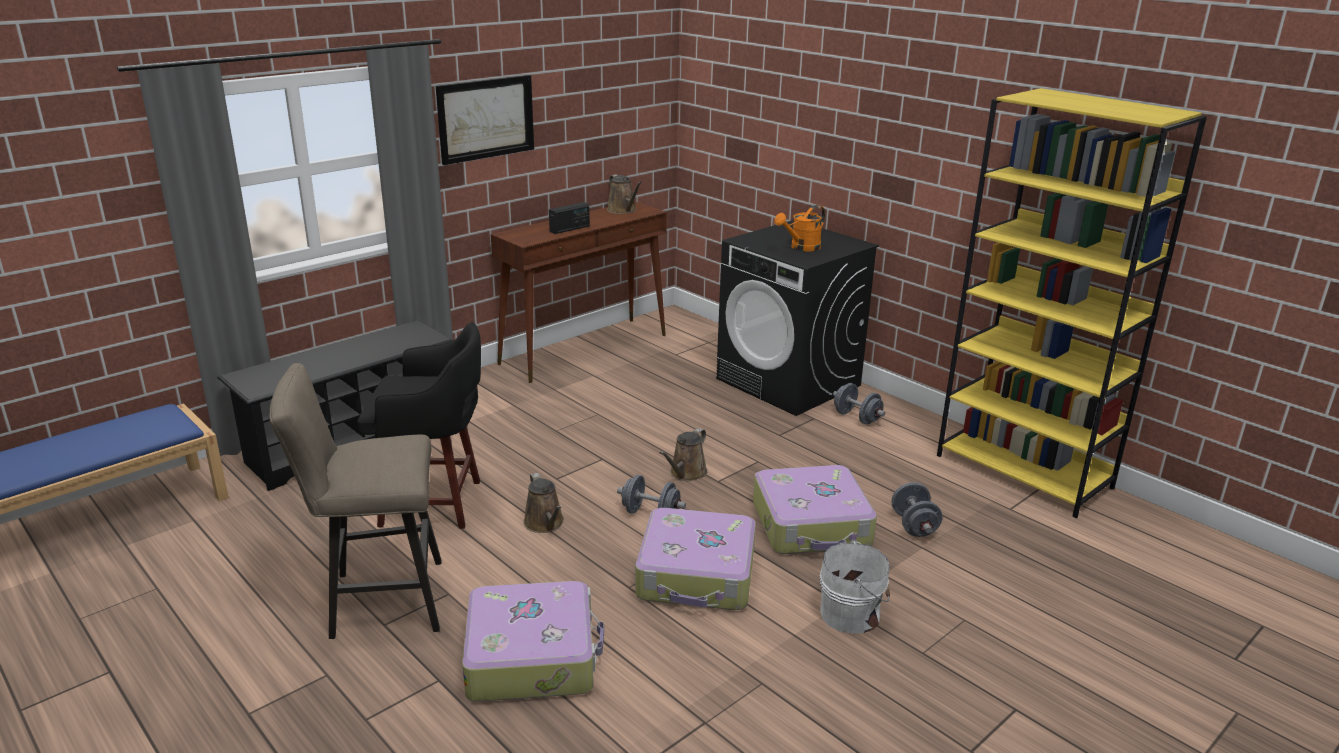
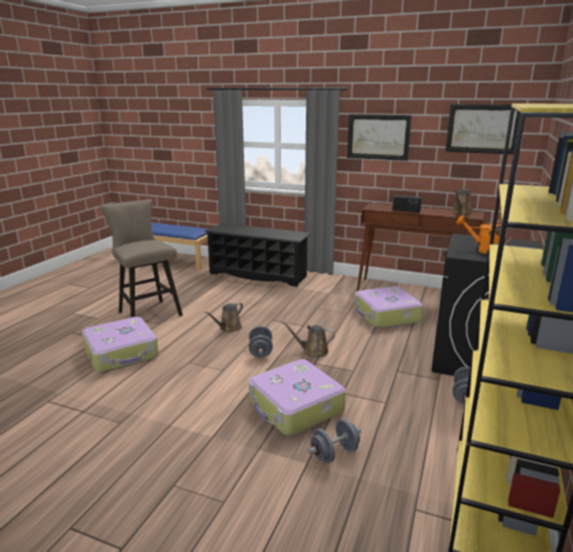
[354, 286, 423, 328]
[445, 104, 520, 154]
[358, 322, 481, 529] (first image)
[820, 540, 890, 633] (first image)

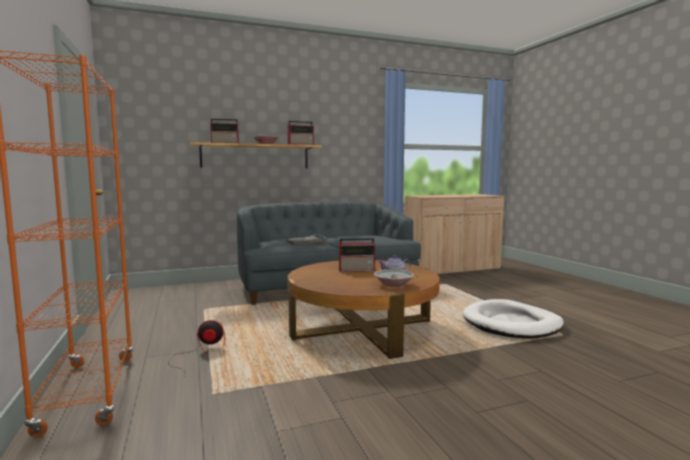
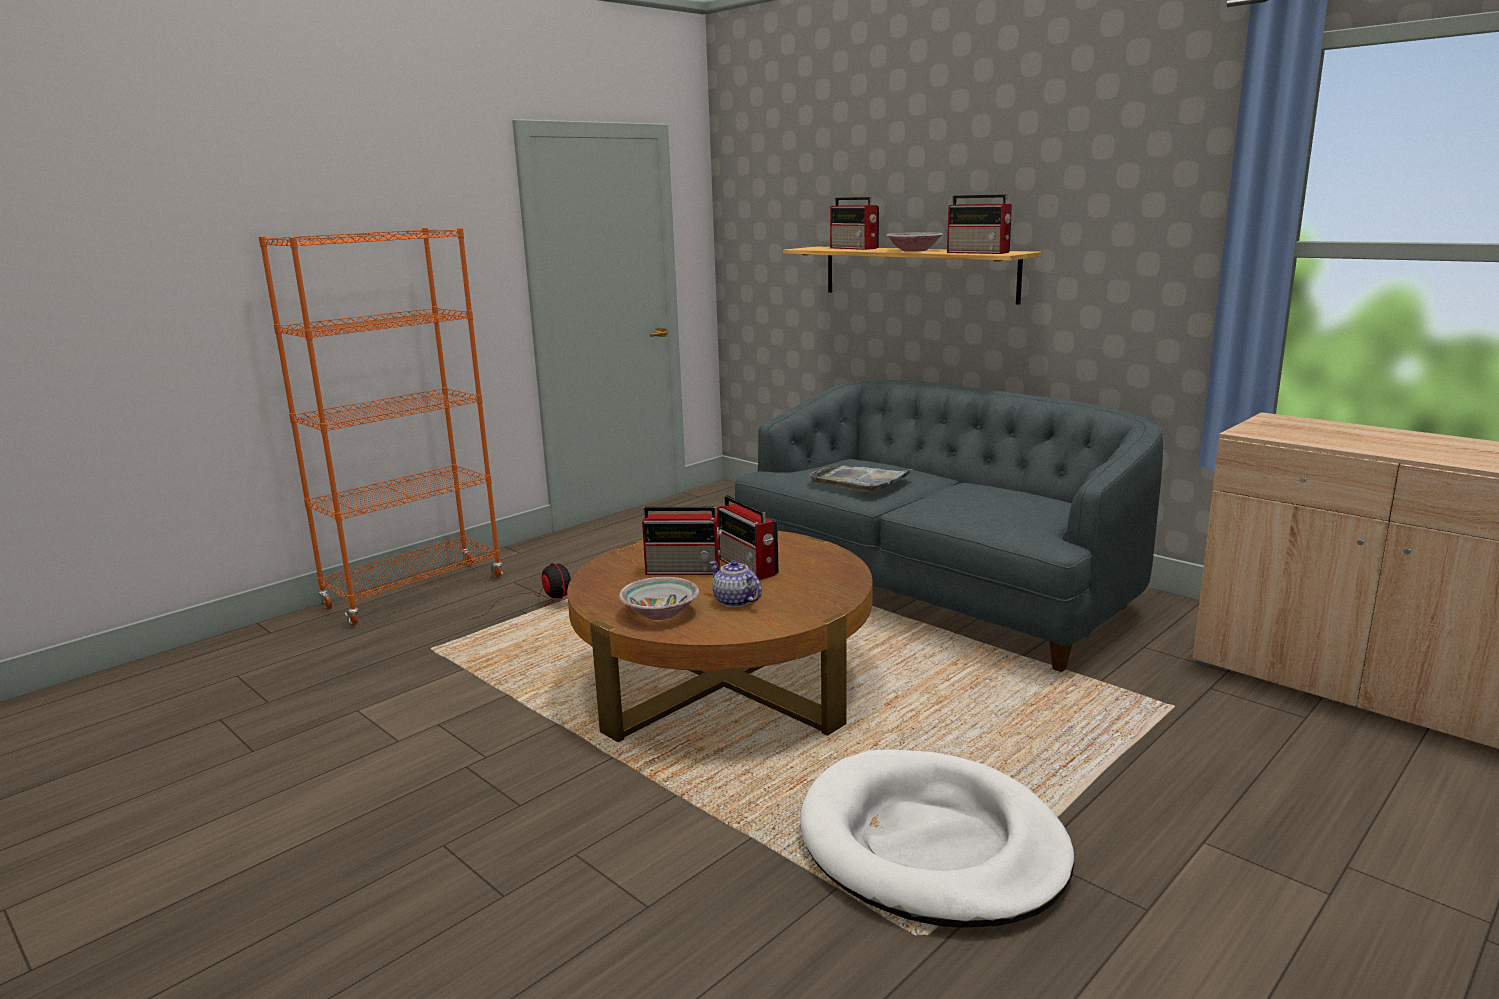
[642, 507, 722, 575]

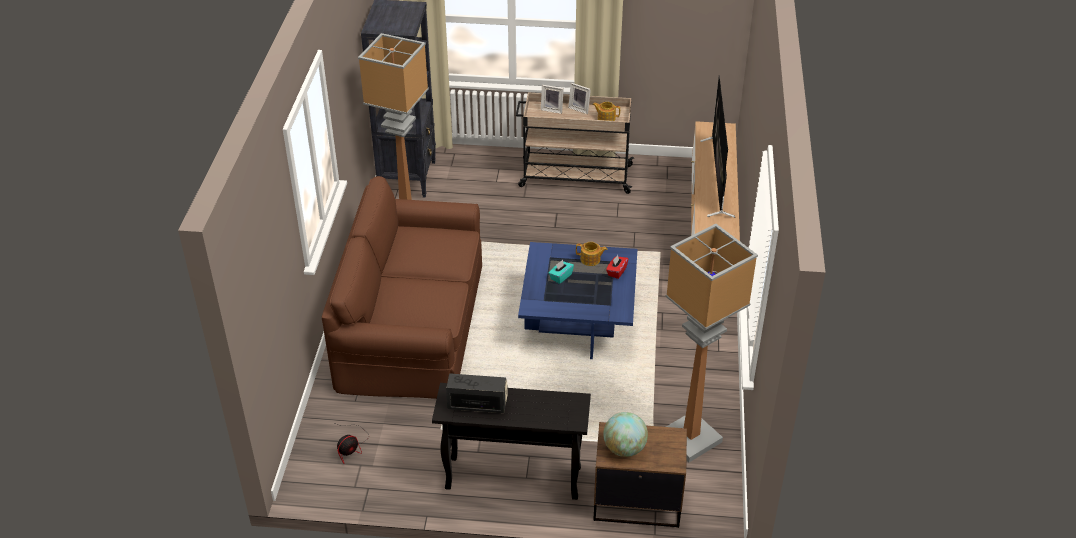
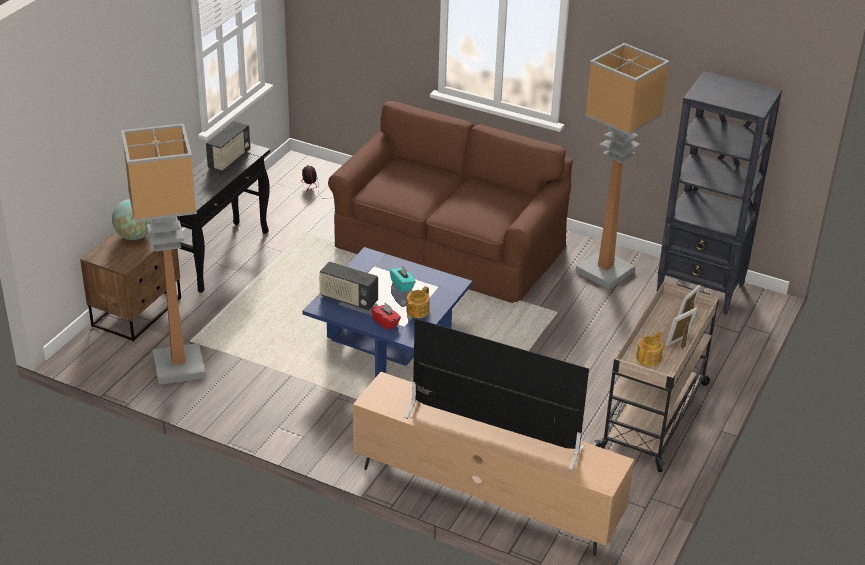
[319, 261, 378, 310]

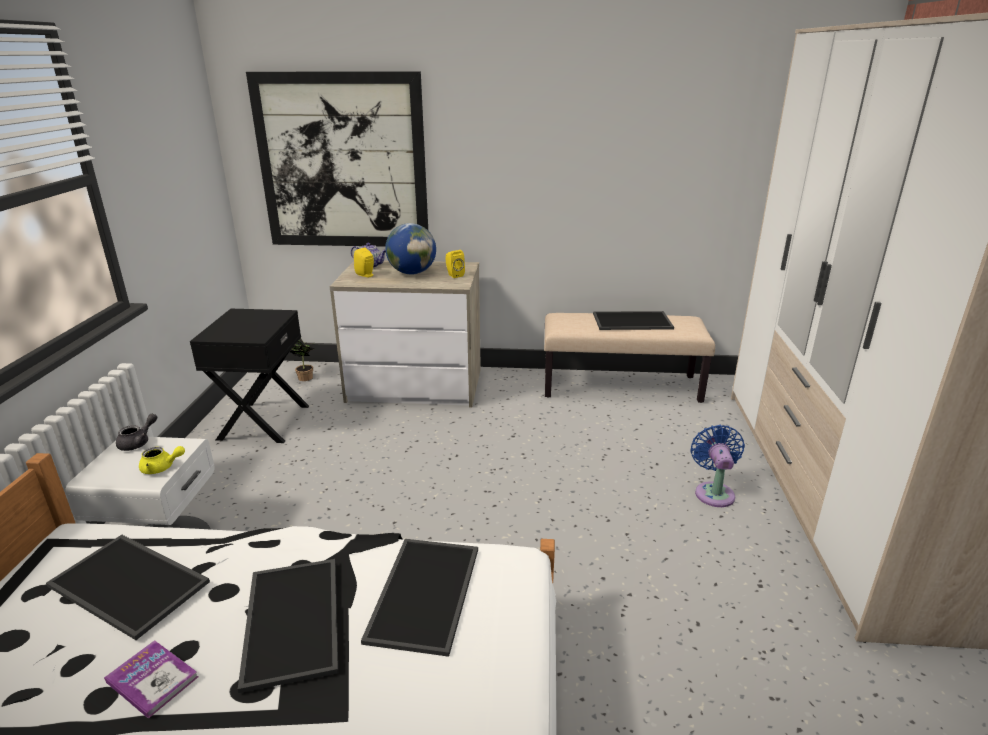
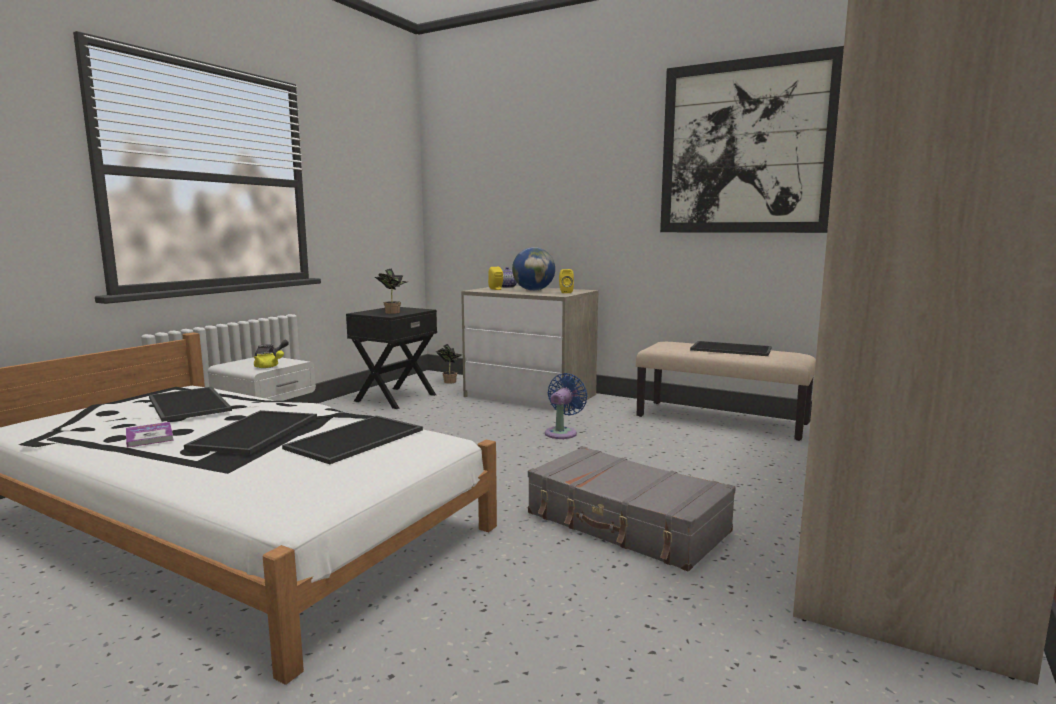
[375, 268, 408, 314]
[528, 446, 736, 571]
[545, 373, 587, 439]
[660, 46, 844, 233]

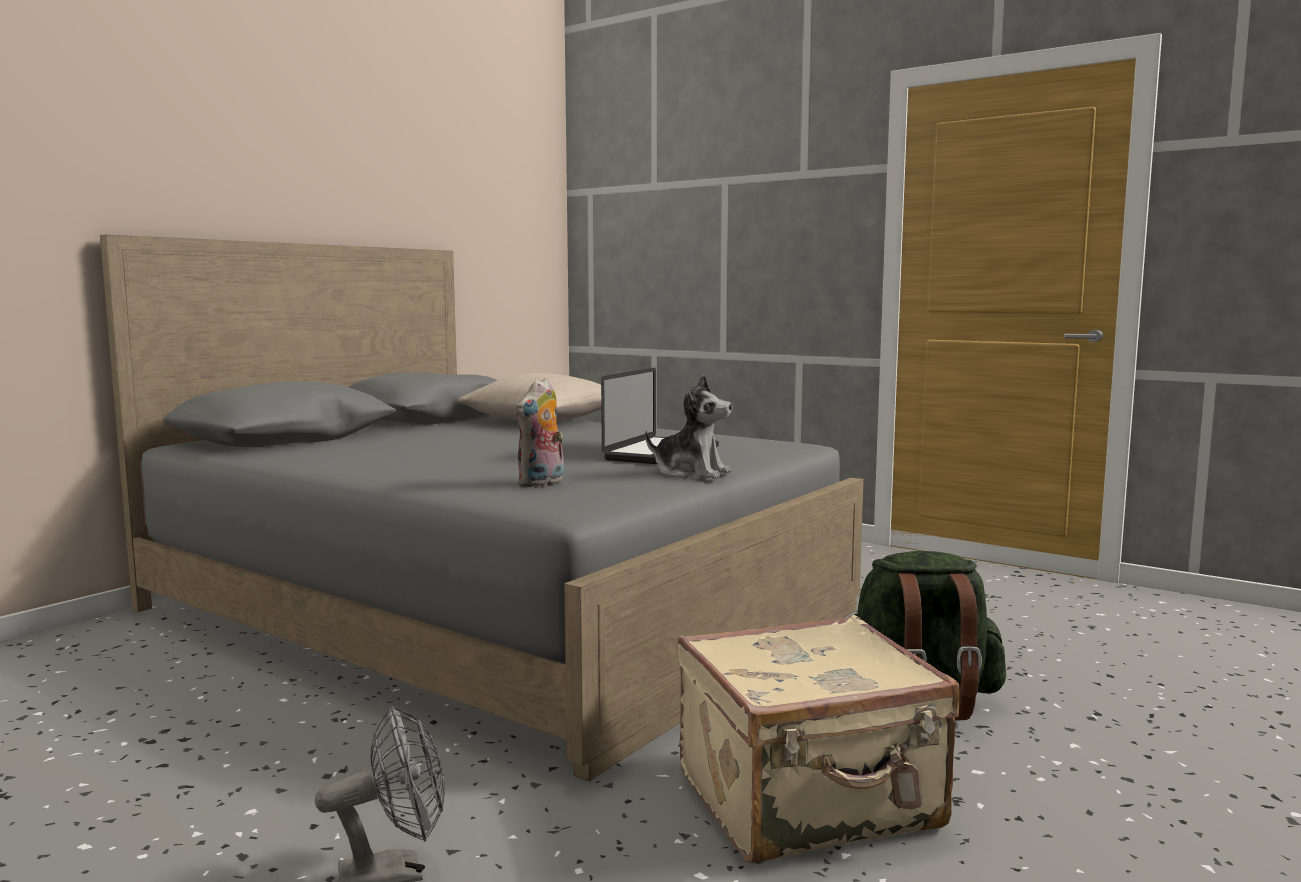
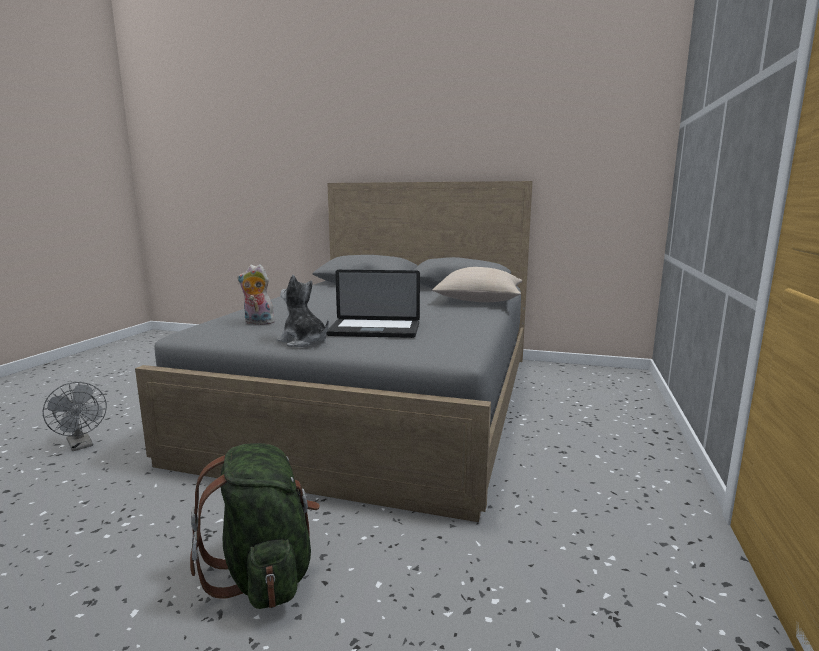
[277, 275, 329, 347]
[678, 615, 960, 863] (first image)

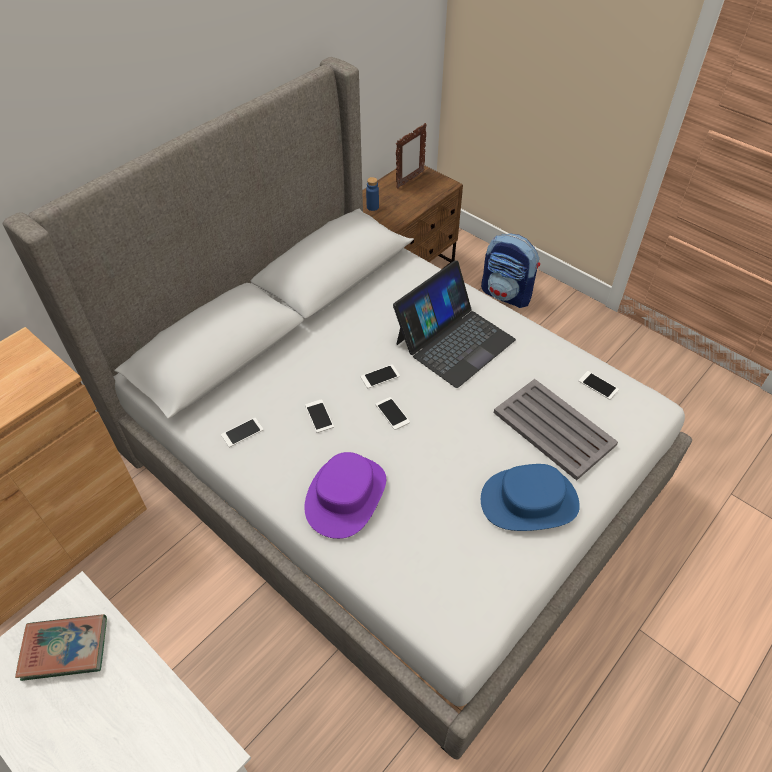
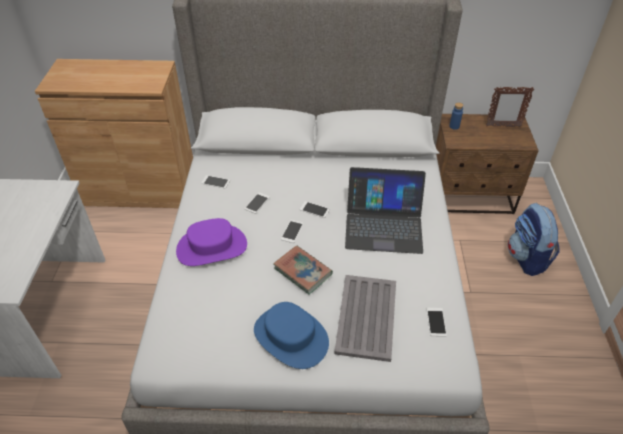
[273, 246, 333, 294]

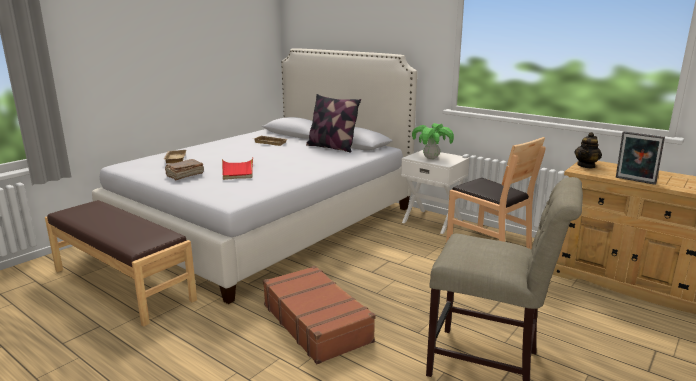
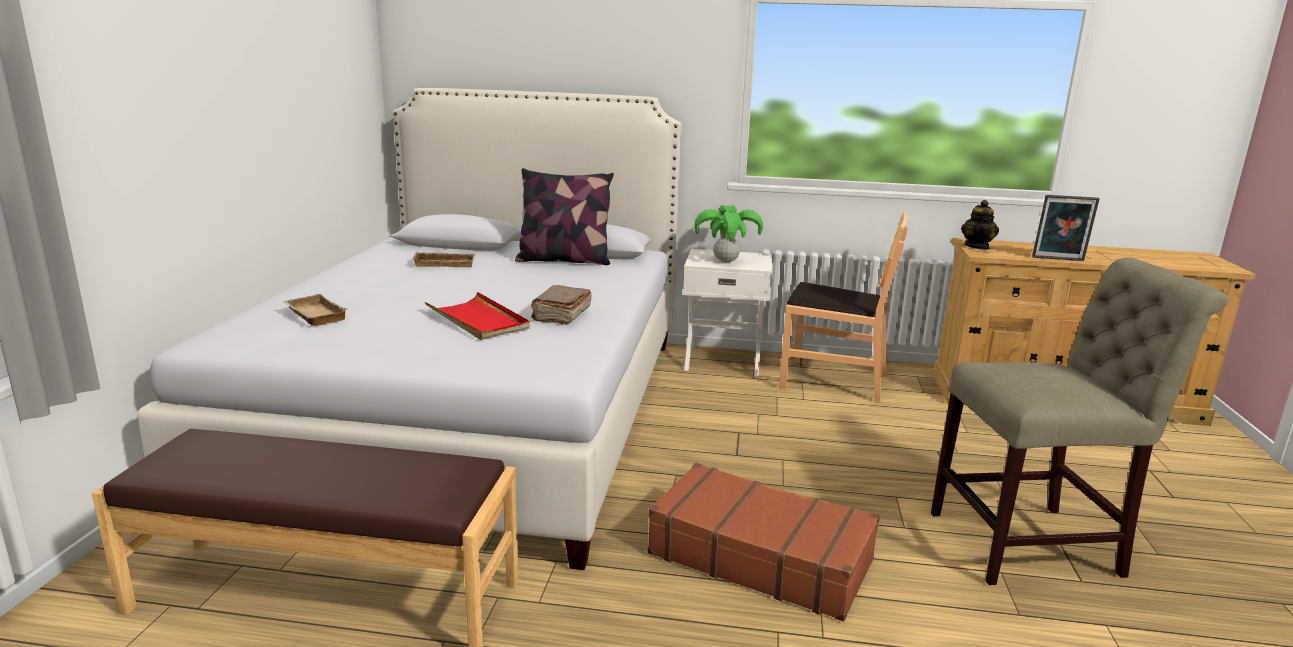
[531, 285, 592, 325]

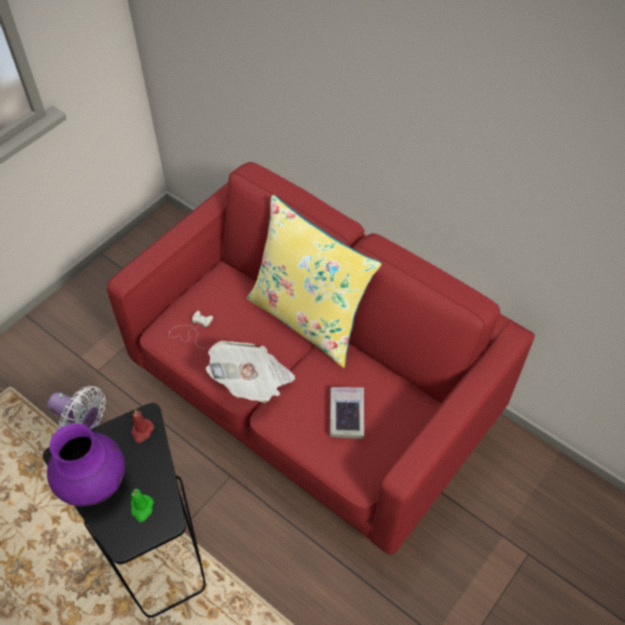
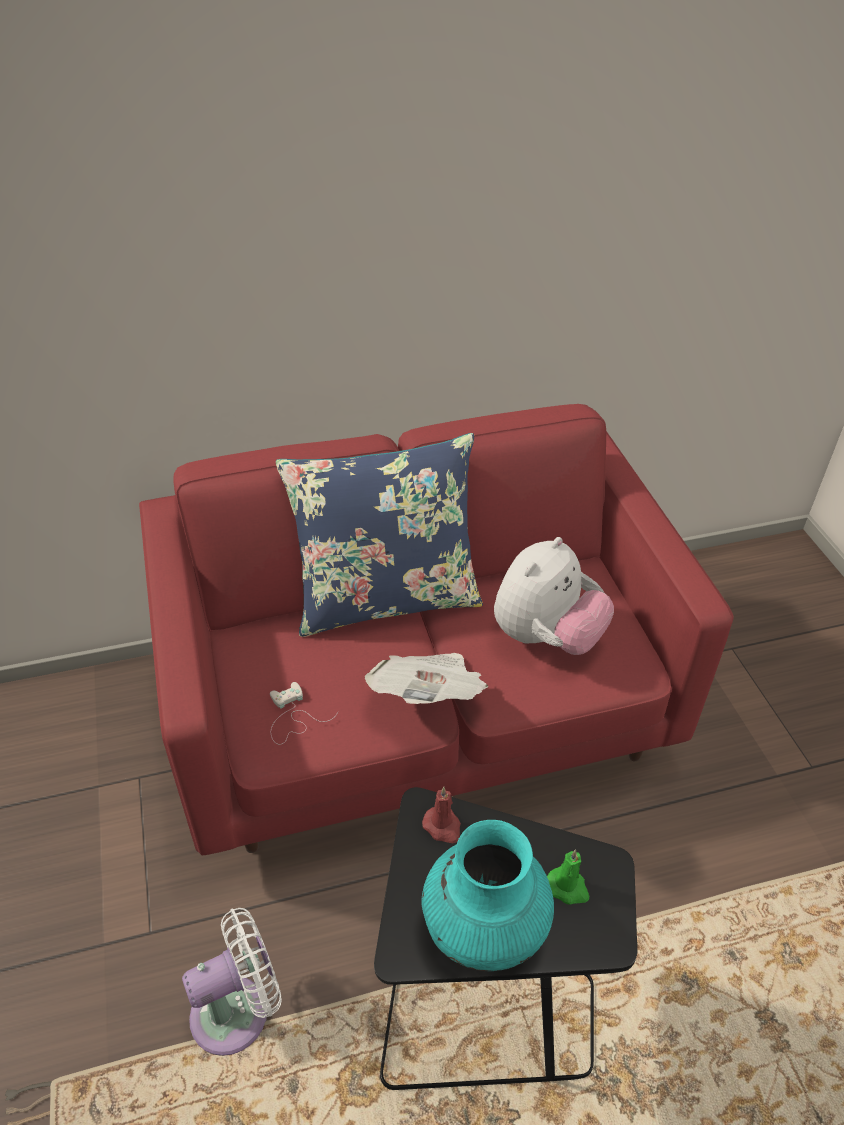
[276, 433, 483, 637]
[421, 820, 554, 971]
[494, 537, 614, 655]

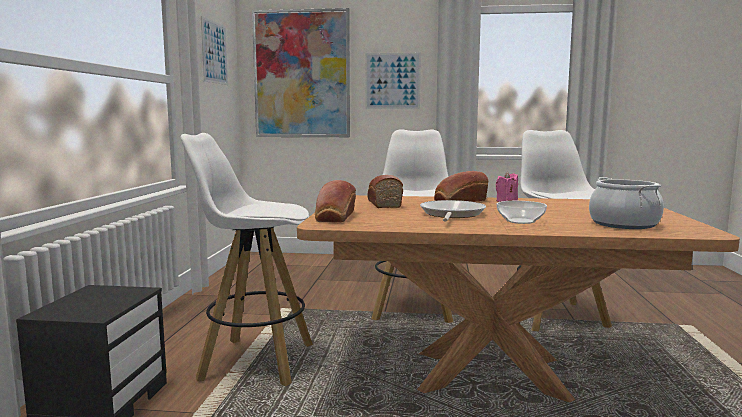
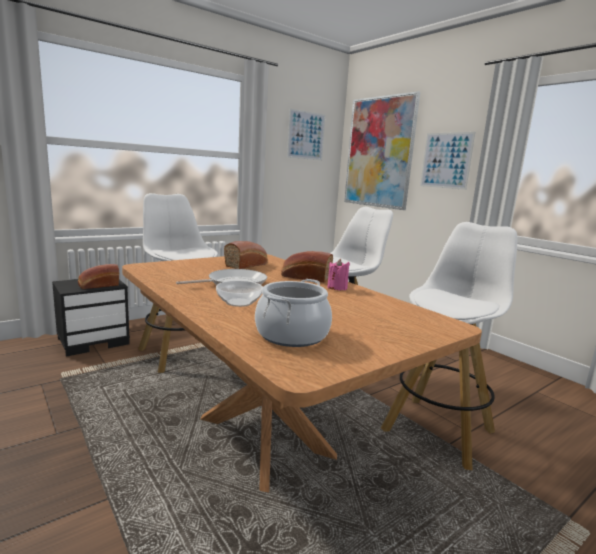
[78, 264, 119, 289]

